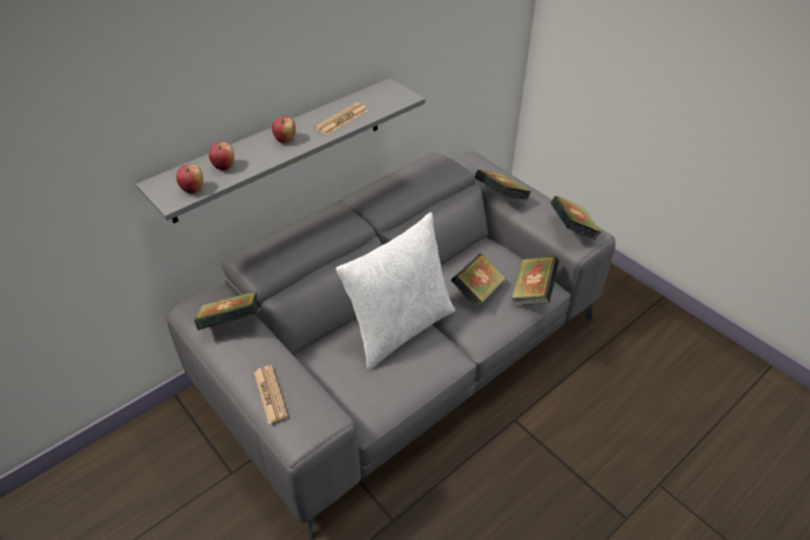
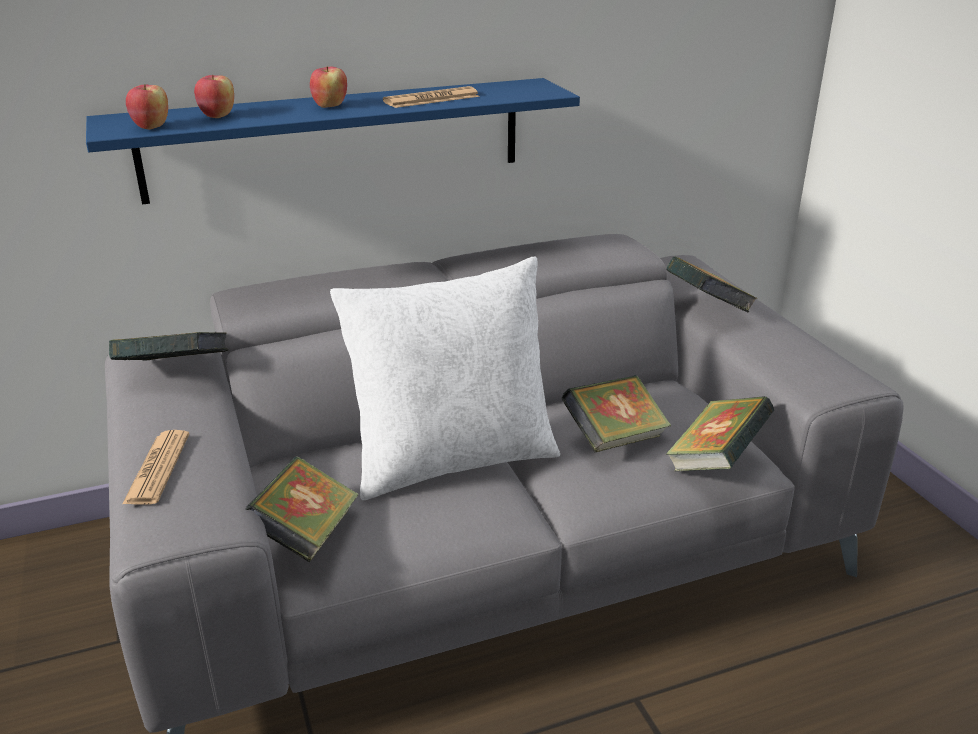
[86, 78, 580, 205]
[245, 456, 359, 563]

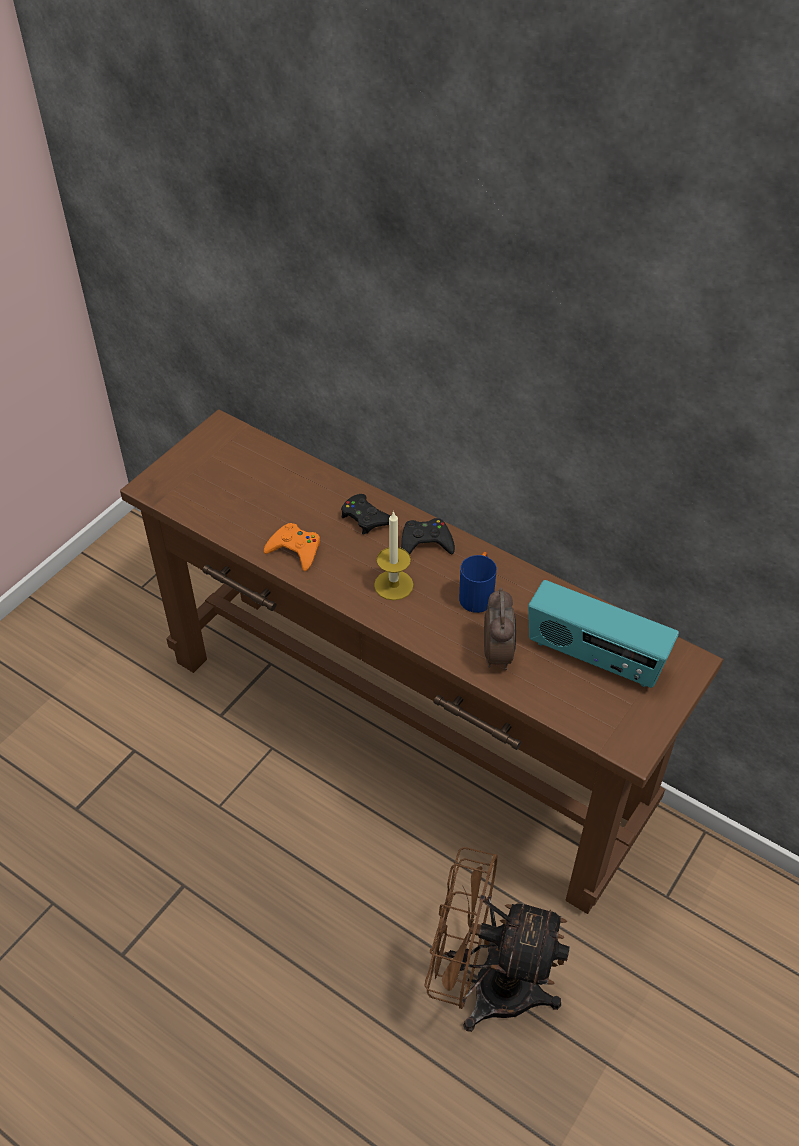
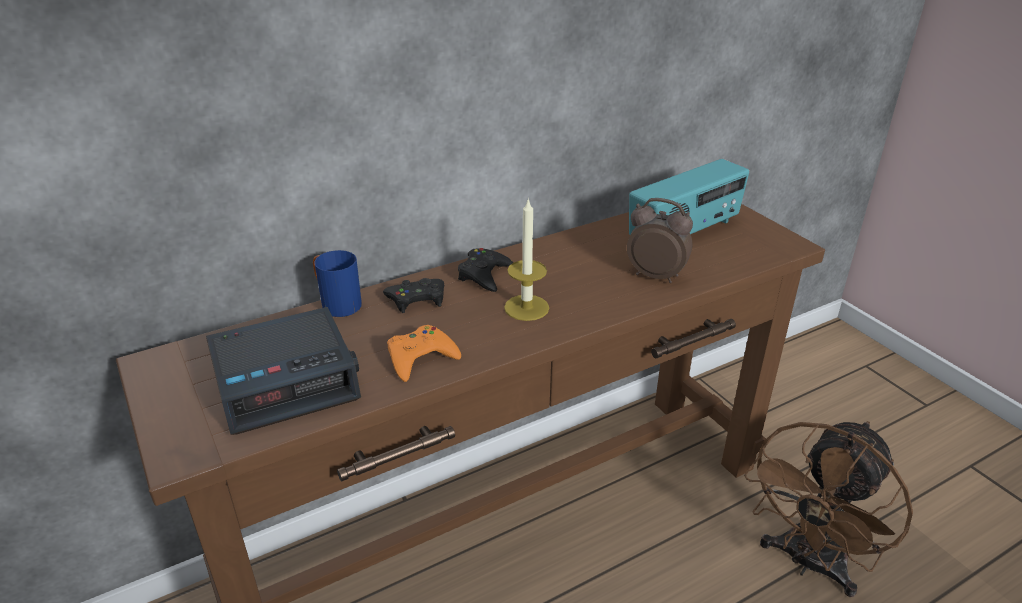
[206, 307, 361, 435]
[313, 250, 362, 317]

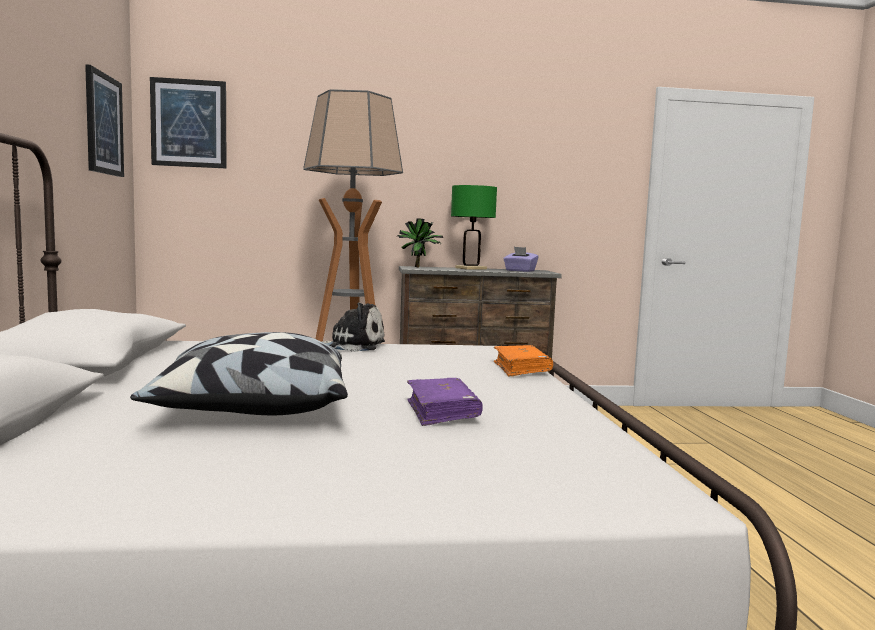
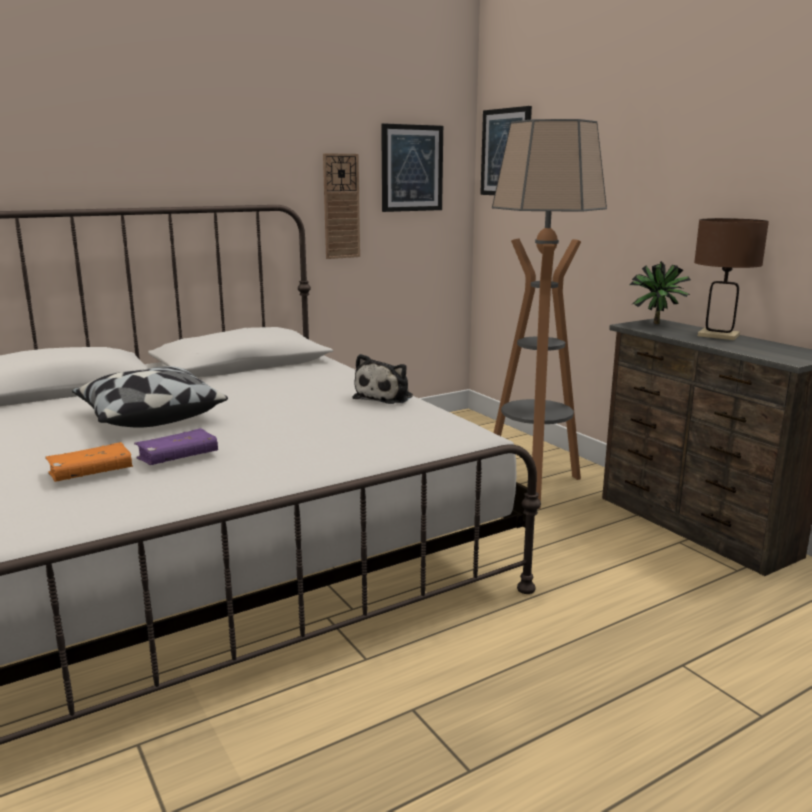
[45, 442, 133, 482]
[323, 153, 360, 259]
[353, 354, 413, 404]
[694, 218, 769, 340]
[503, 247, 539, 272] (first image)

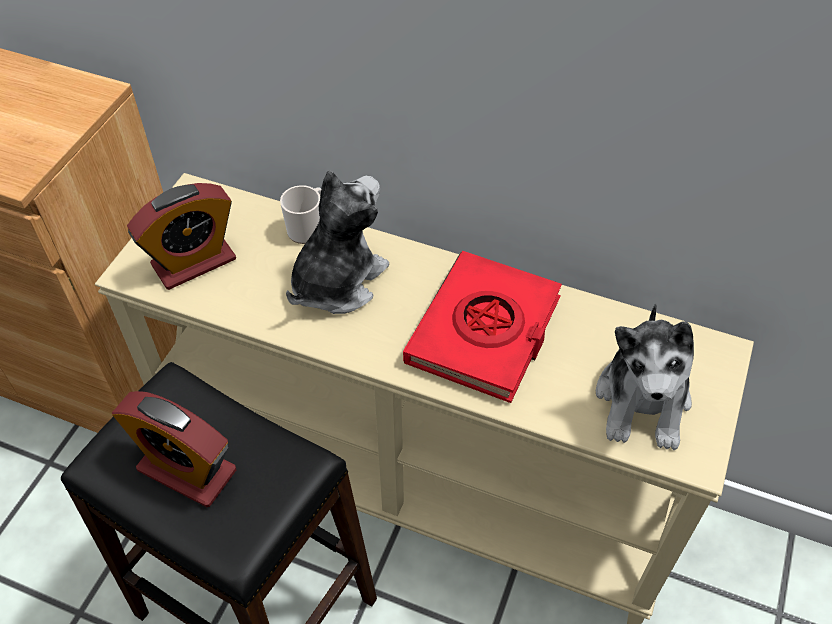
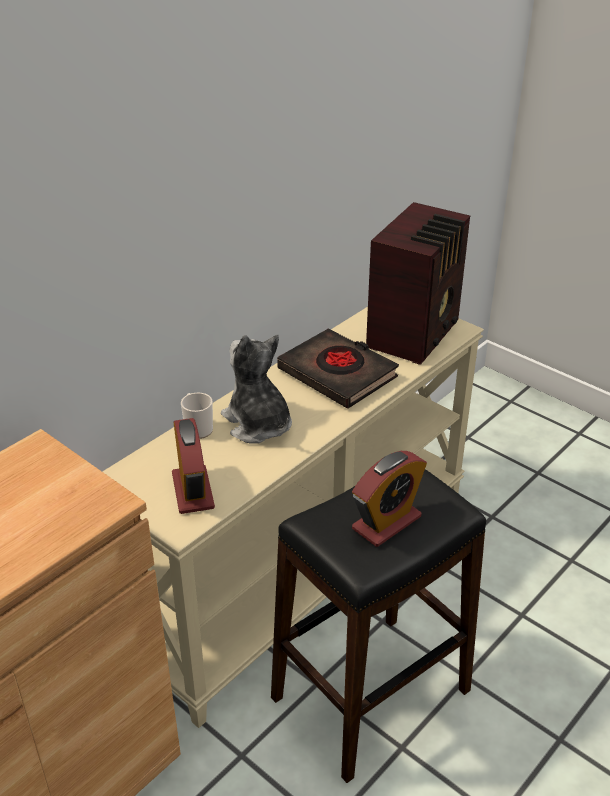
[277, 329, 399, 409]
[366, 202, 470, 365]

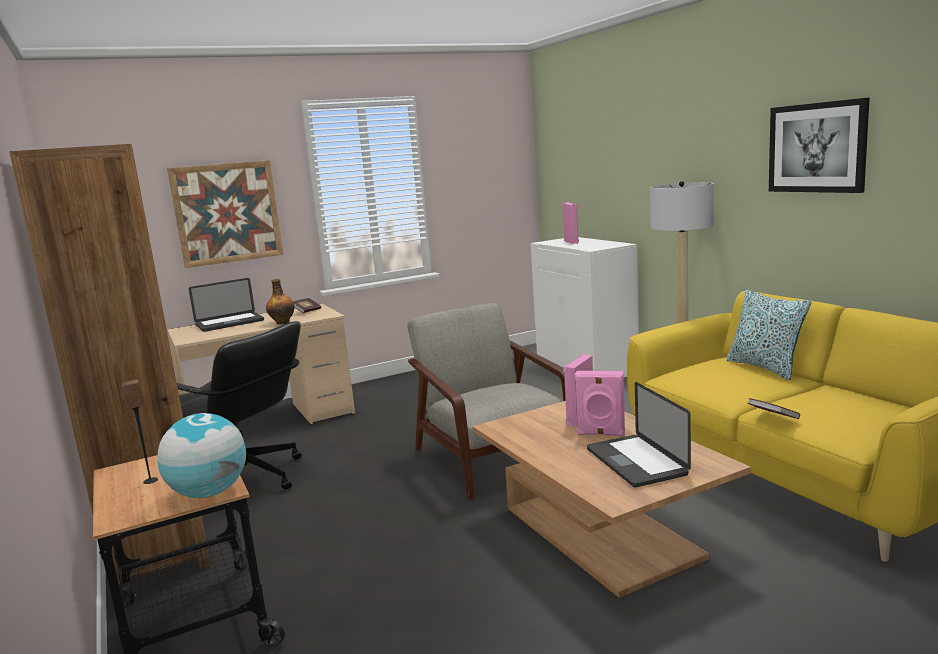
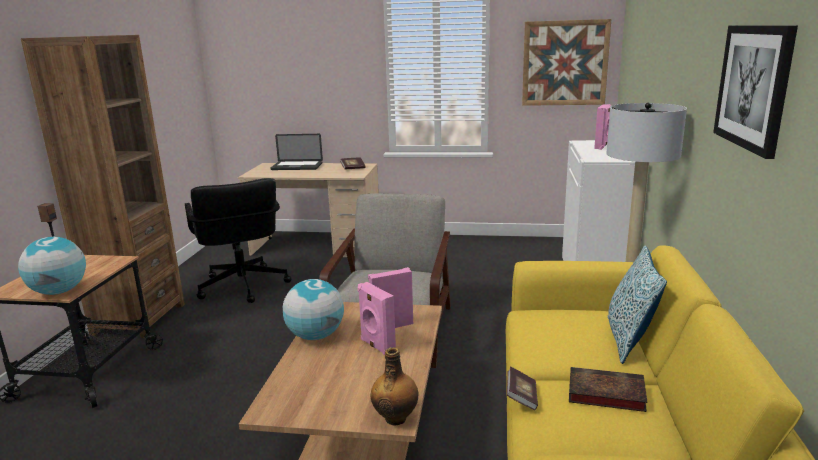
[283, 279, 344, 340]
[370, 347, 418, 426]
[522, 19, 611, 106]
[569, 367, 648, 412]
[587, 382, 691, 487] (first image)

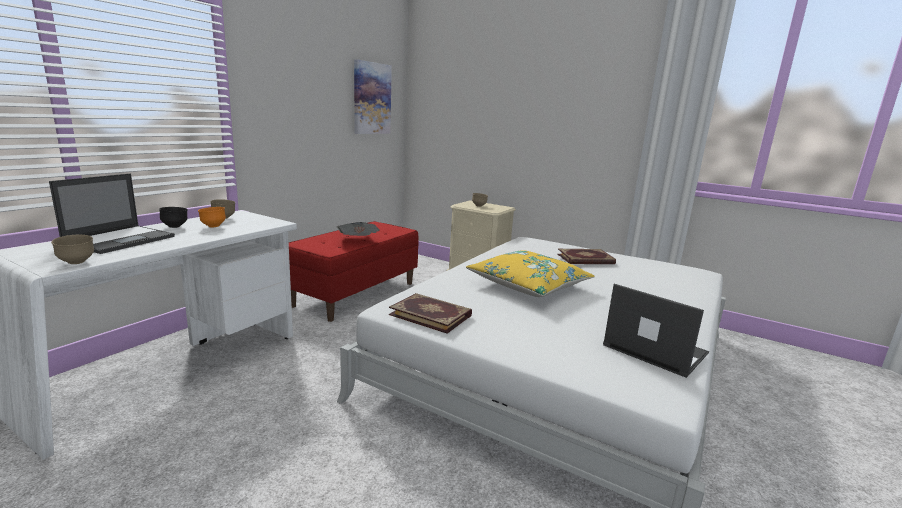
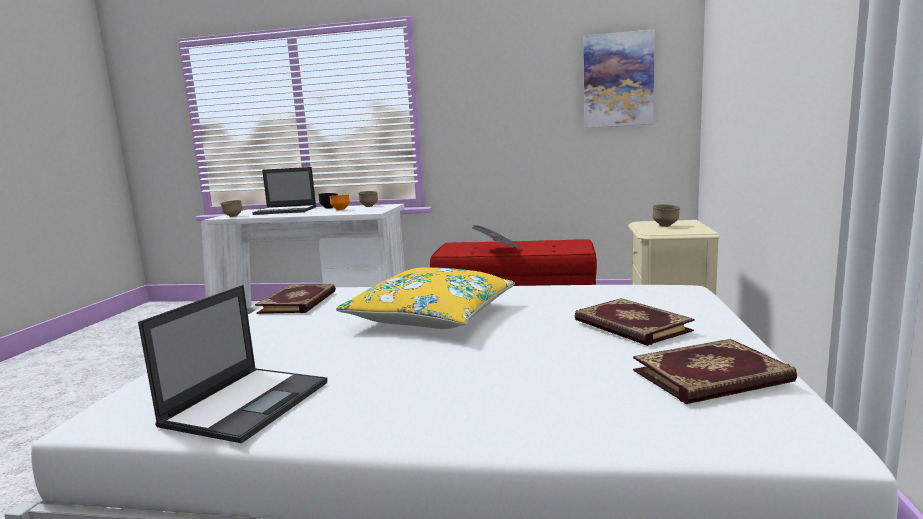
[633, 339, 797, 404]

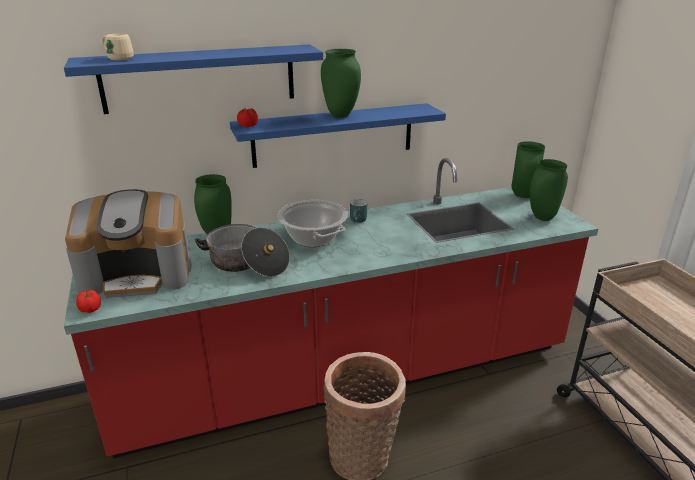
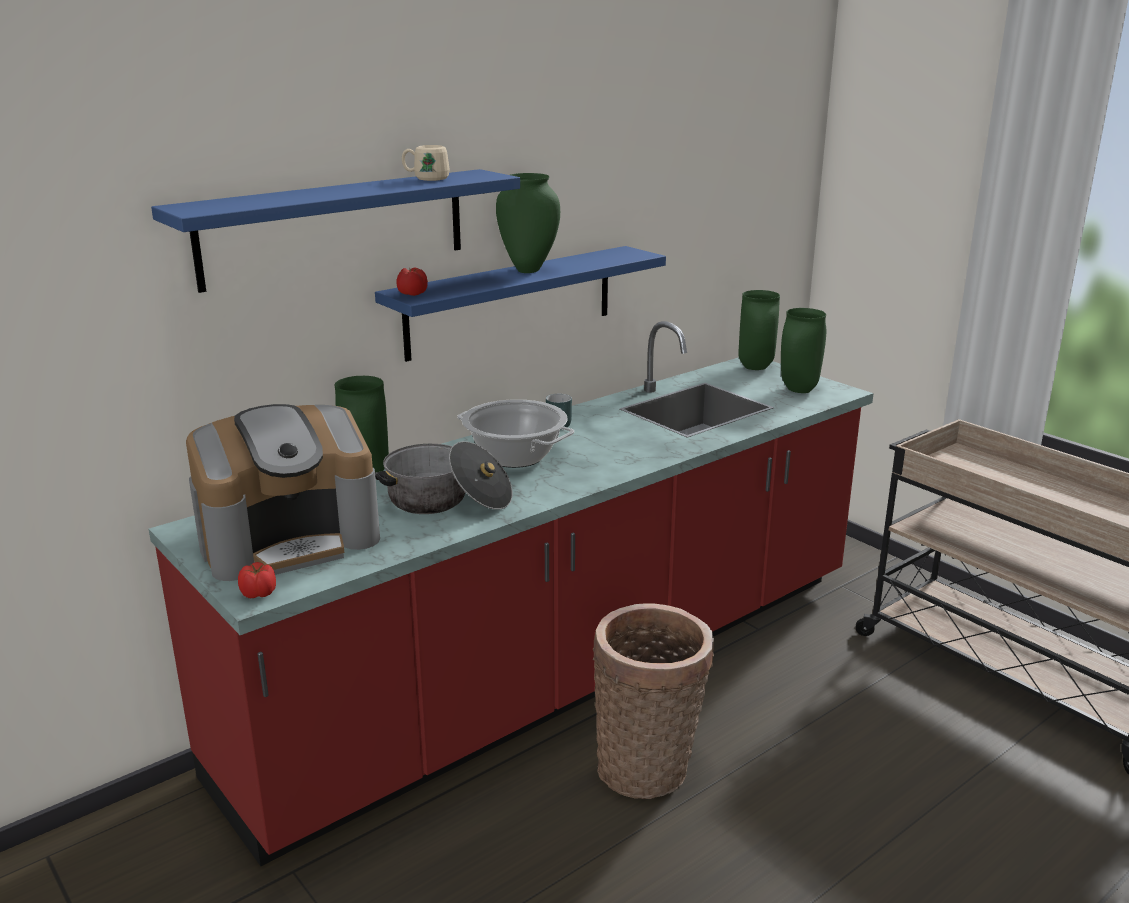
[402, 145, 449, 181]

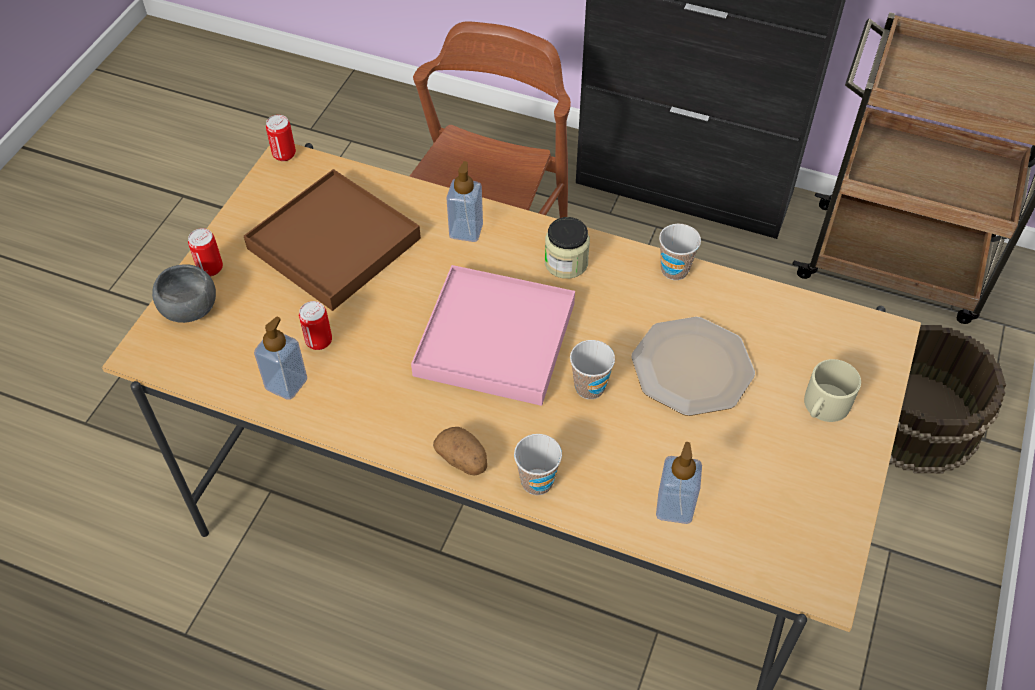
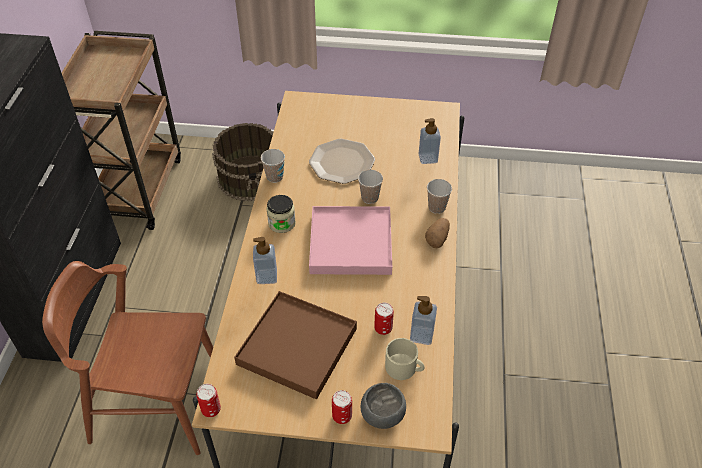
[385, 338, 425, 380]

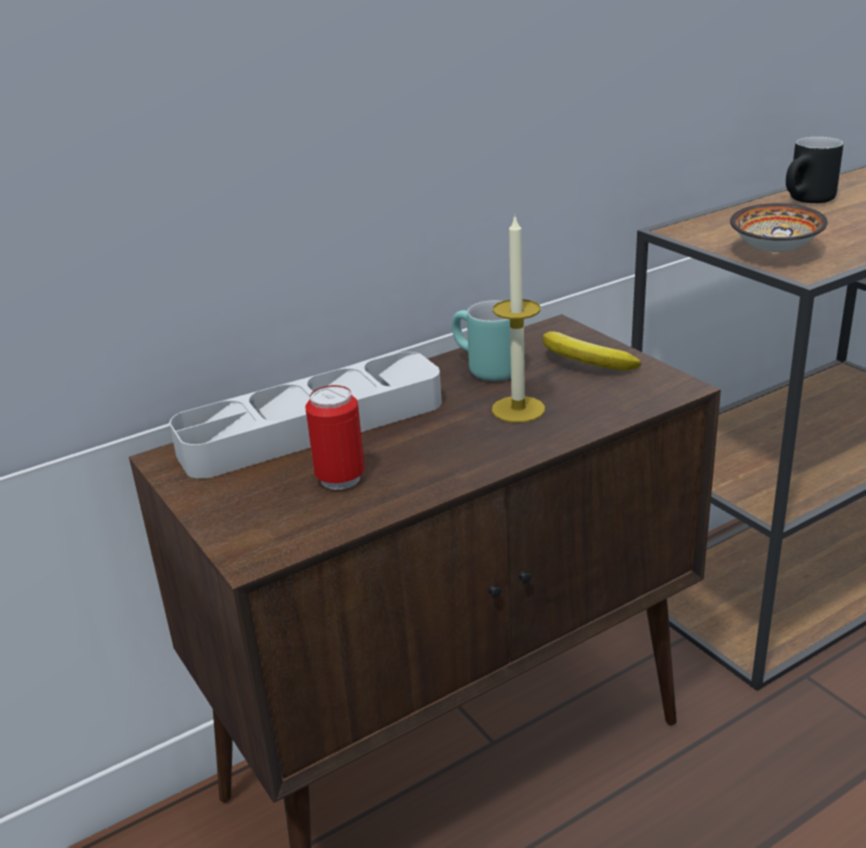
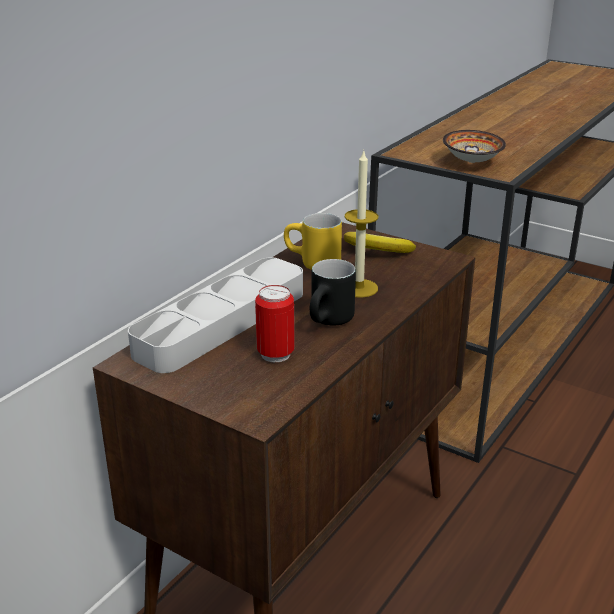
[284, 213, 342, 270]
[310, 259, 356, 326]

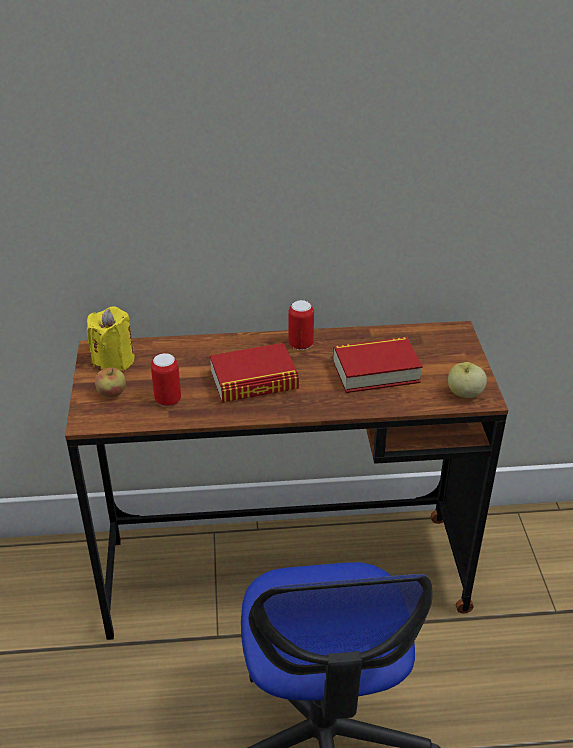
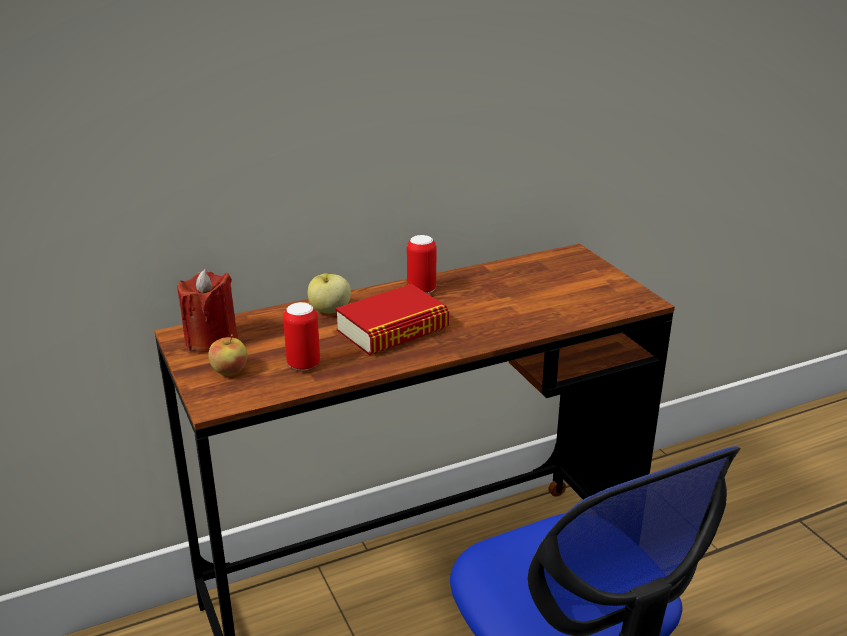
[177, 269, 238, 352]
[308, 273, 351, 314]
[333, 337, 423, 393] (first image)

